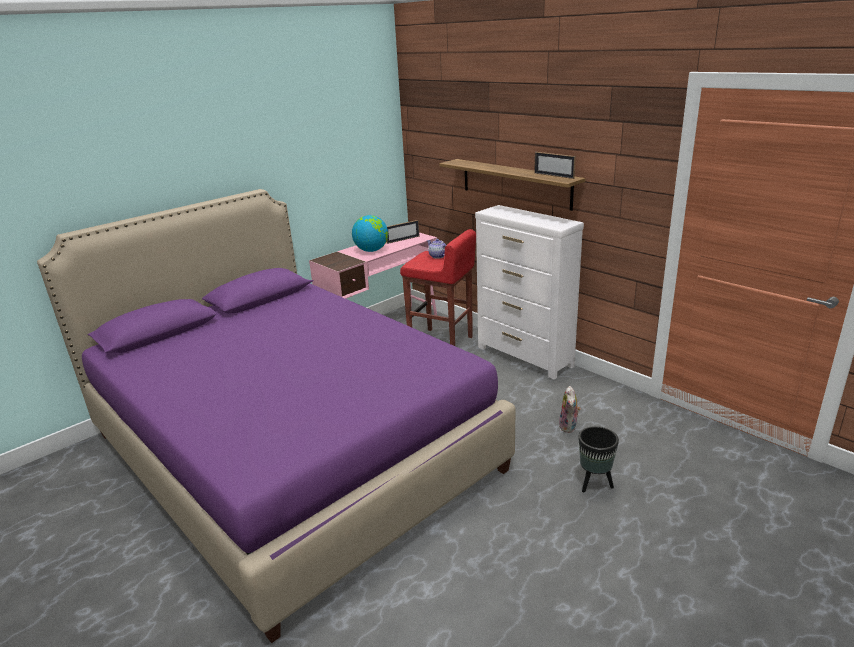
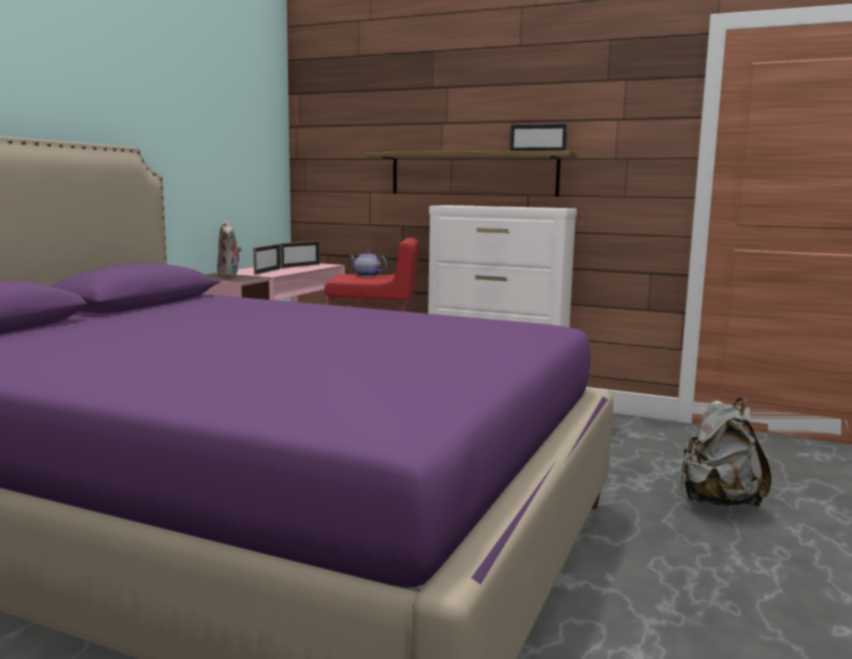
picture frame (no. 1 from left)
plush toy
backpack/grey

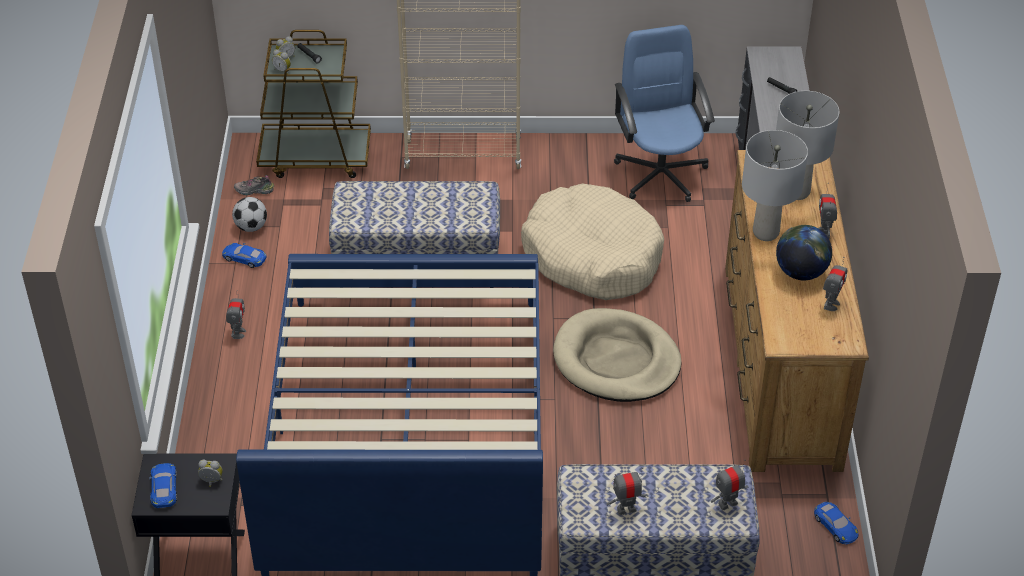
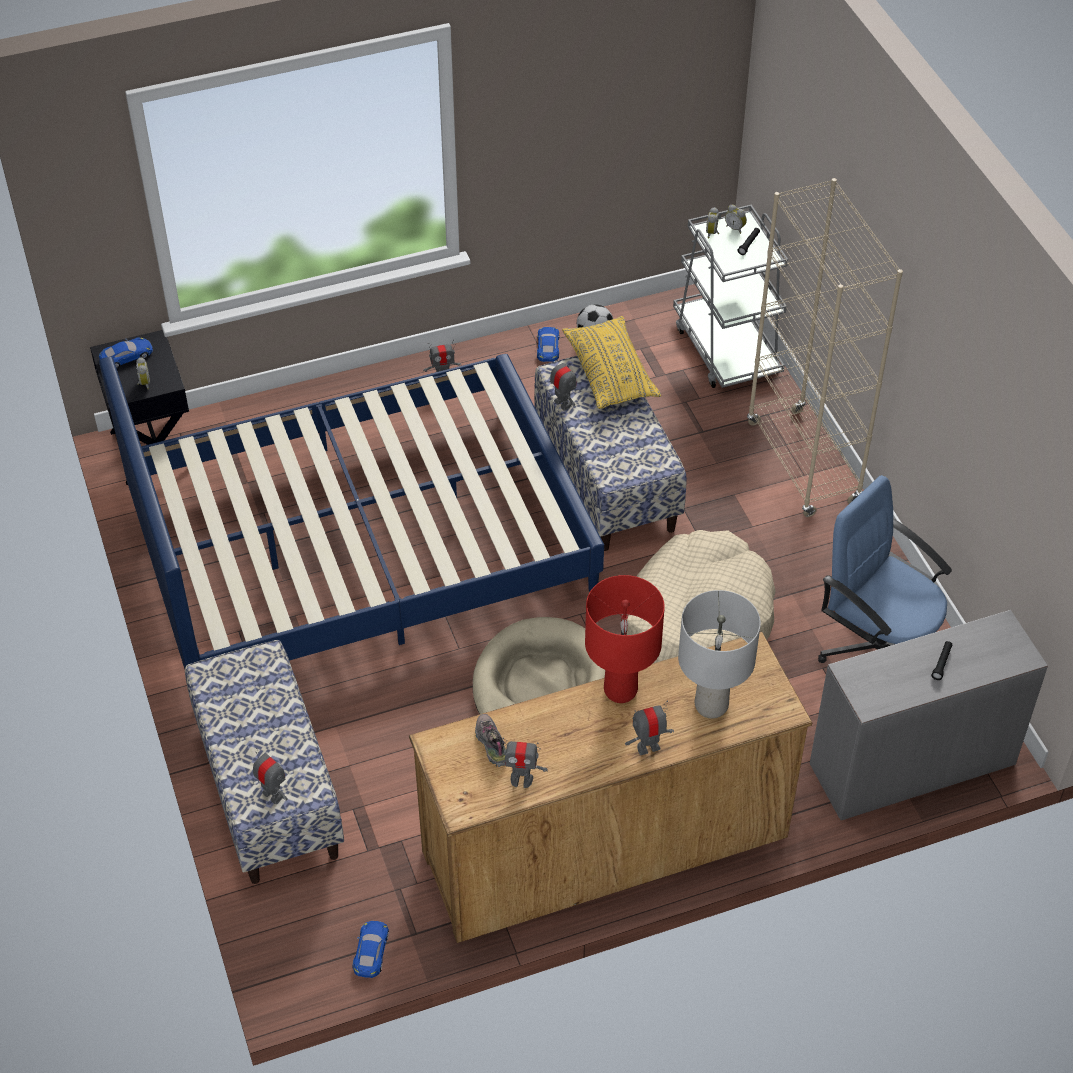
shoe
cart/grey
toy robot (no. 4 from left)
office chair/blue
table lamp/red
globe
toy car/blue (no. 2 from left)
pillow/yellow

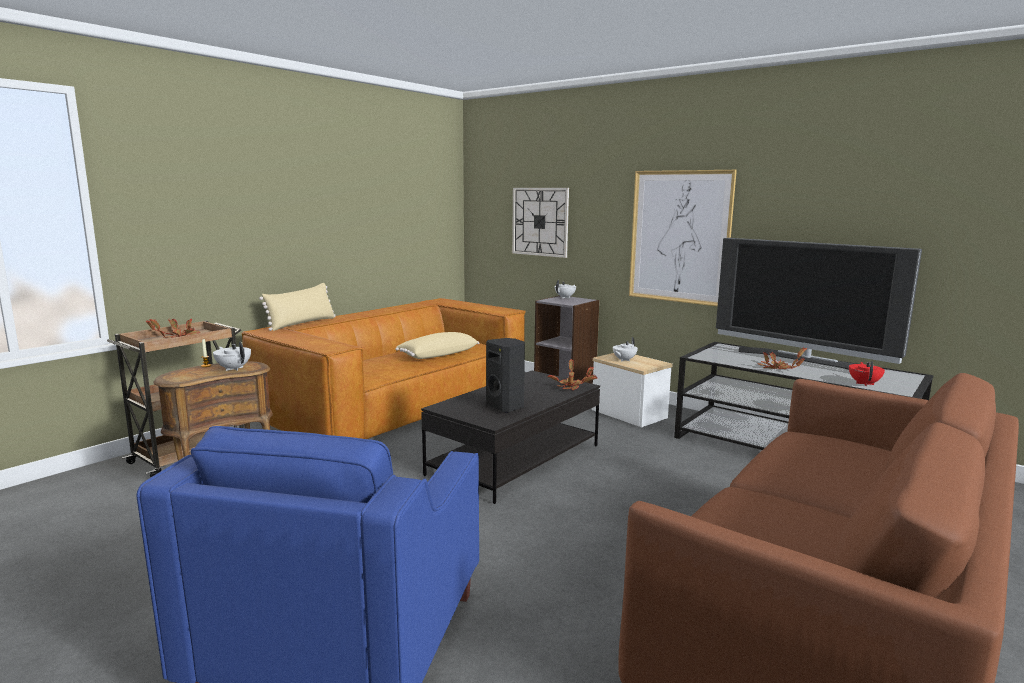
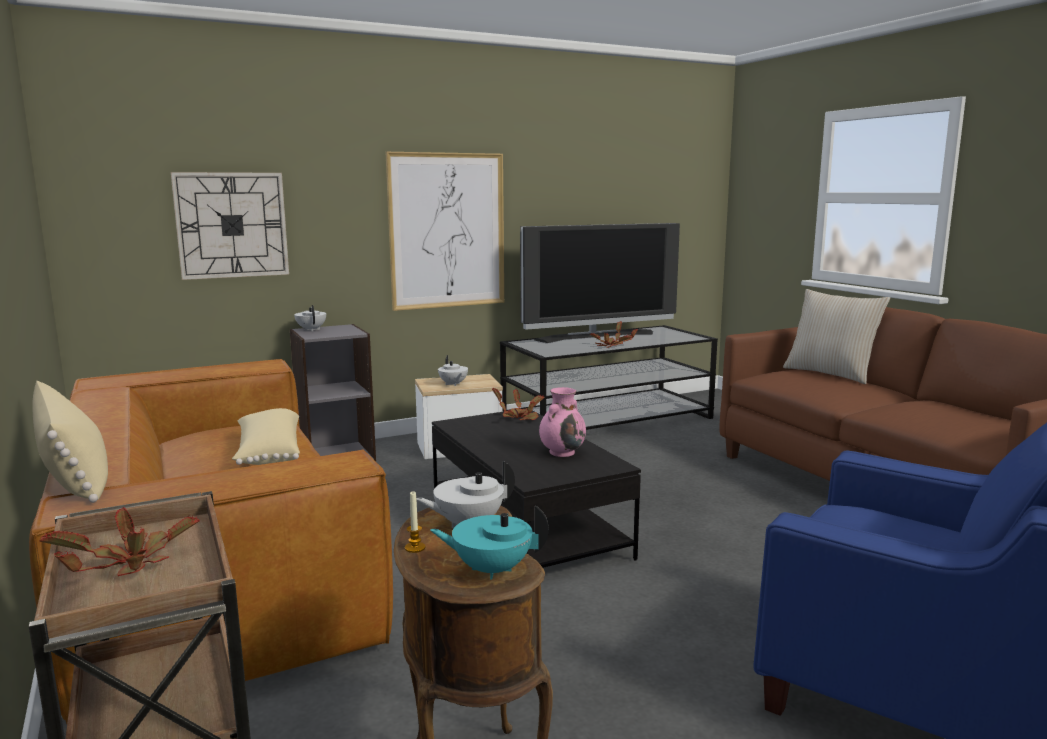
vase/pink
teapot/red
teapot/turquoise
pillow/beige (no. 3 from left)

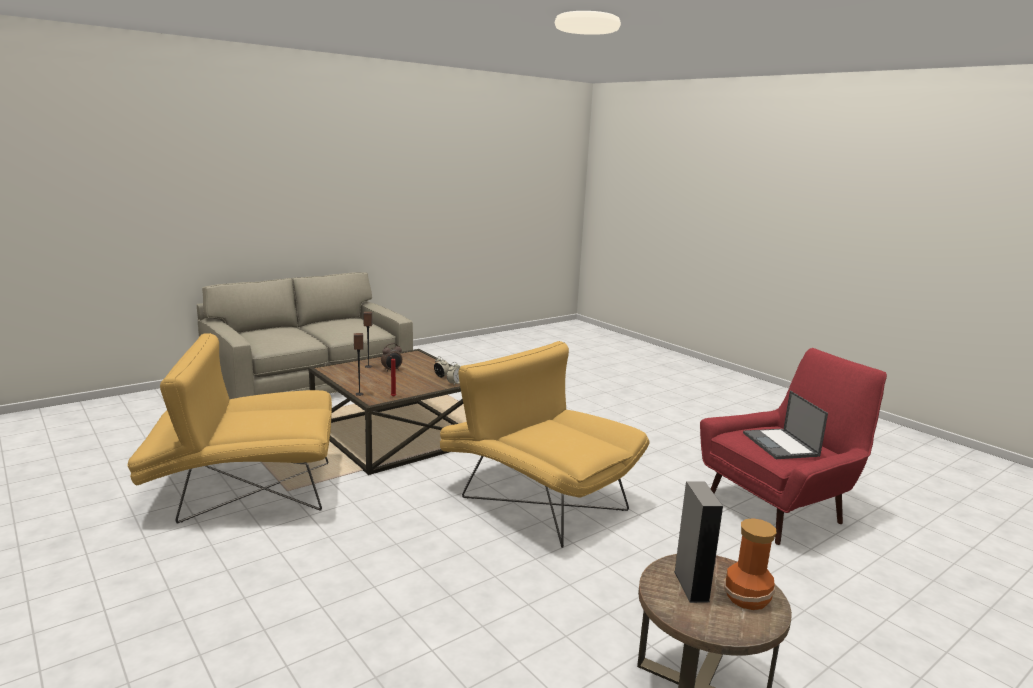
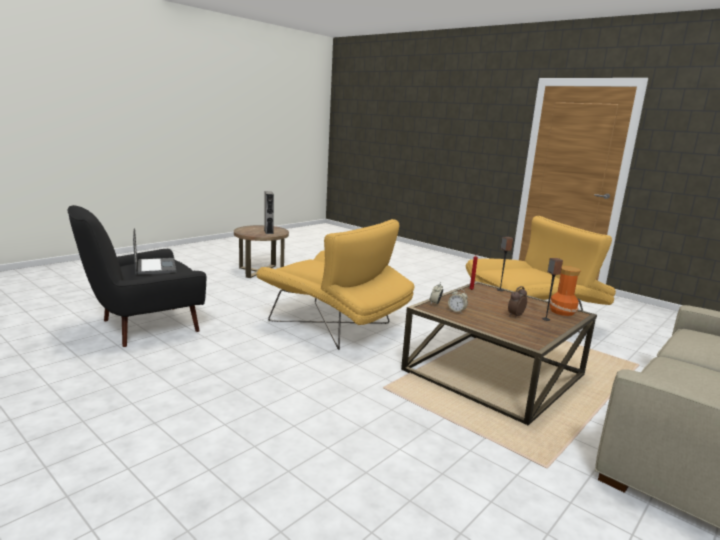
armchair/black
vase

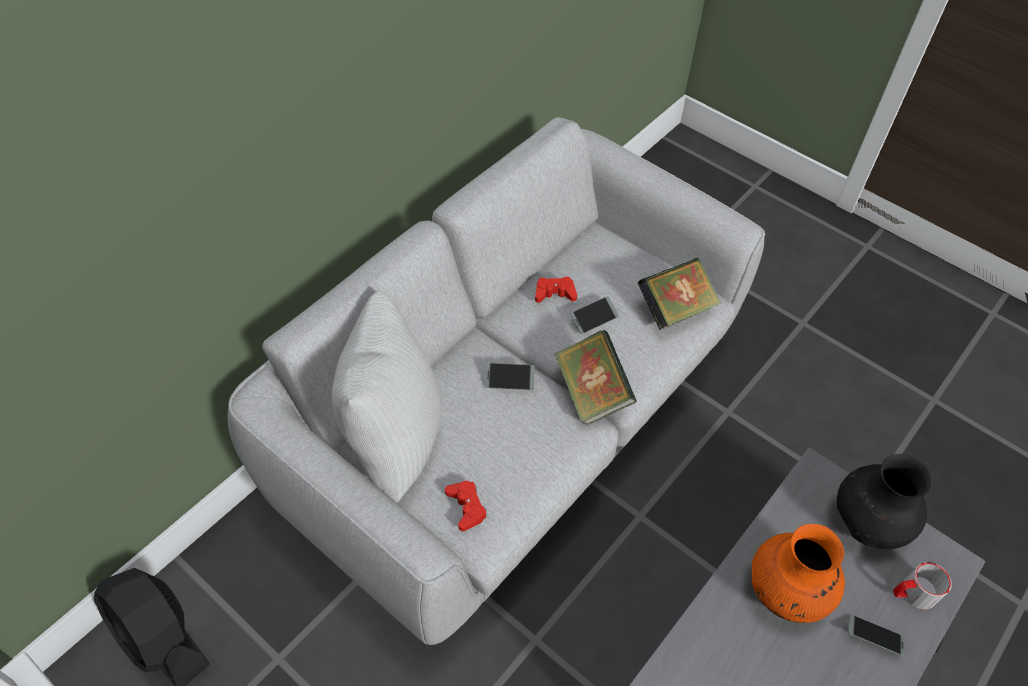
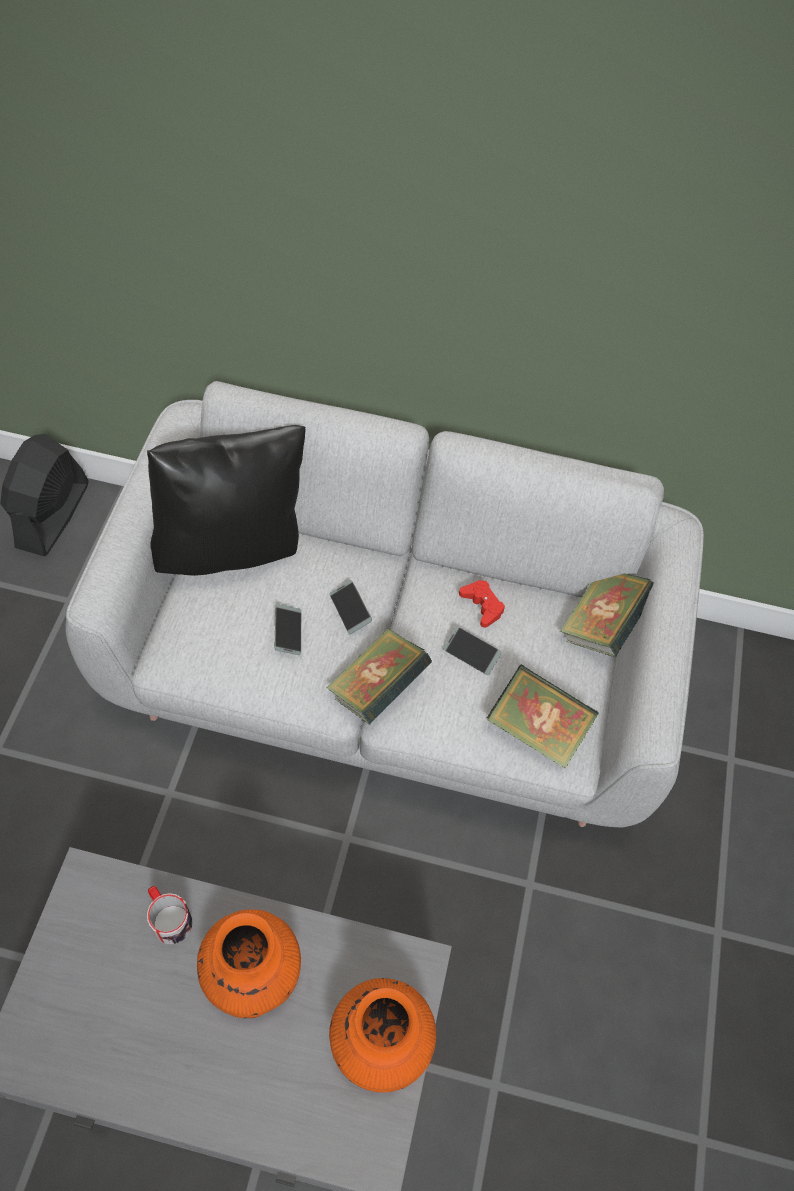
pillow/black
game controller/red (no. 1 from left in the first image)
vase/orange (no. 2 from left)
phone (no. 1 from left)
mug
book (no. 3 from left)

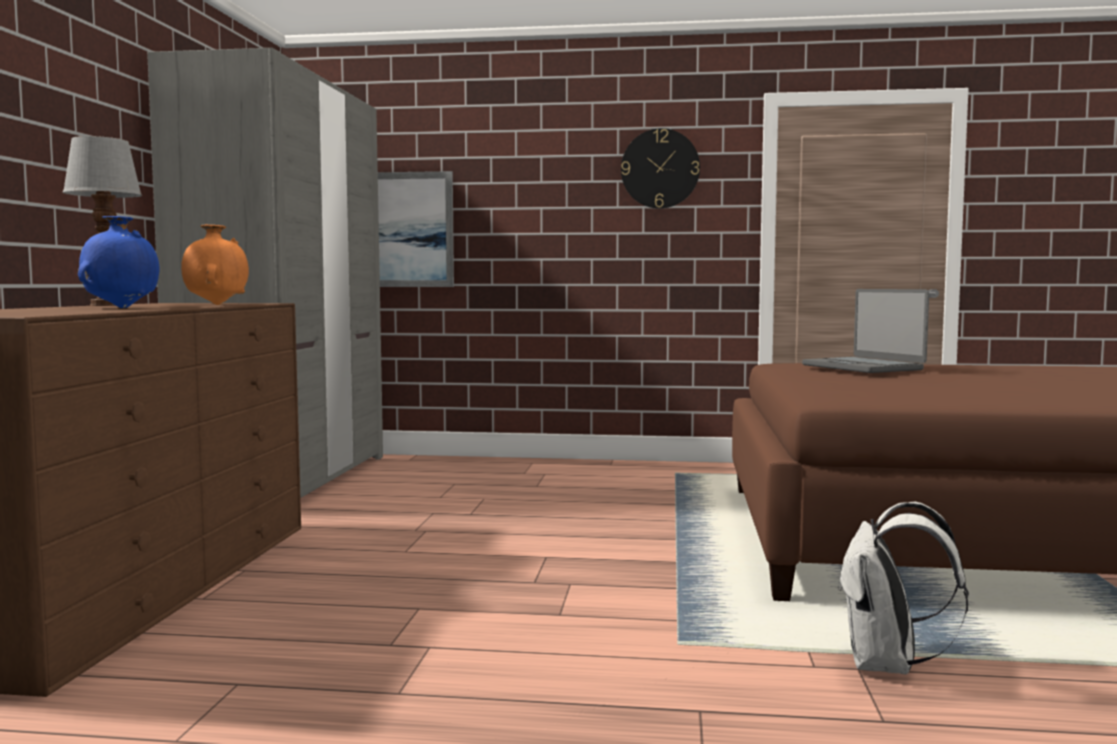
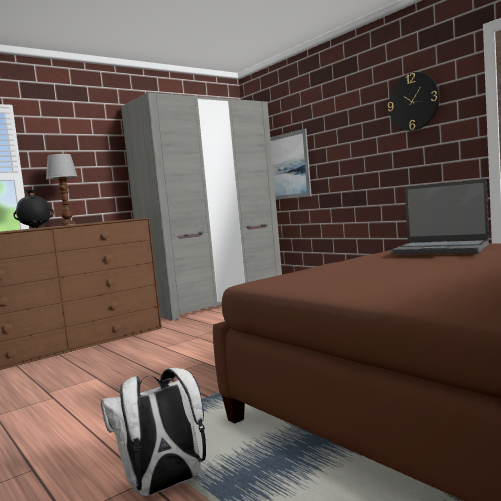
vase/black
vase/orange
laptop

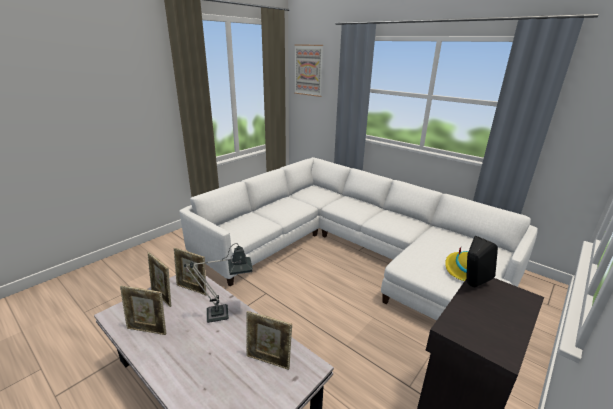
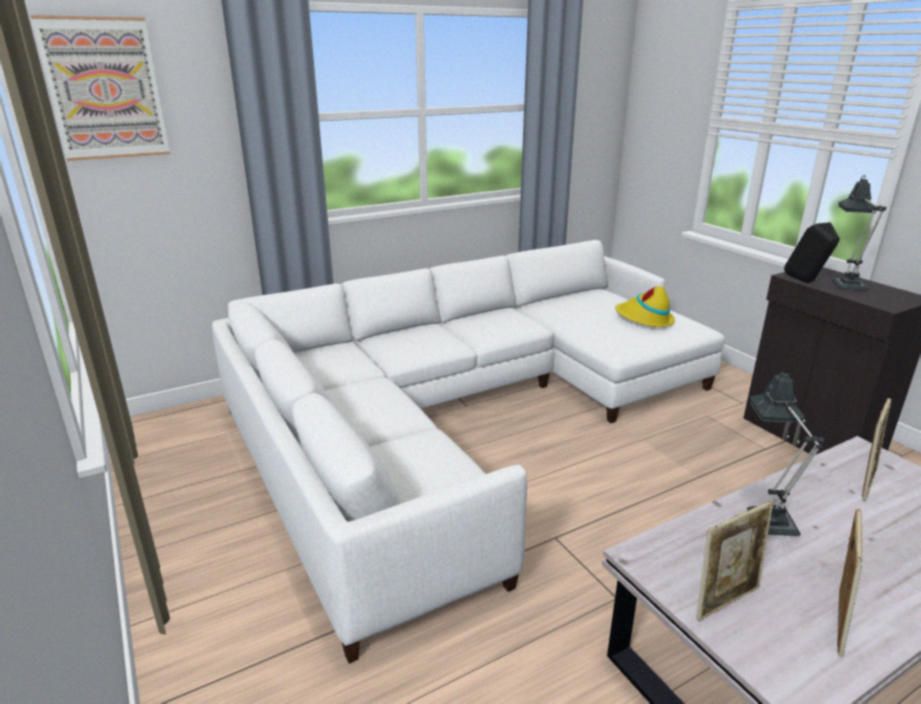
picture frame (no. 3 from left in the first image)
table lamp (no. 2 from left)

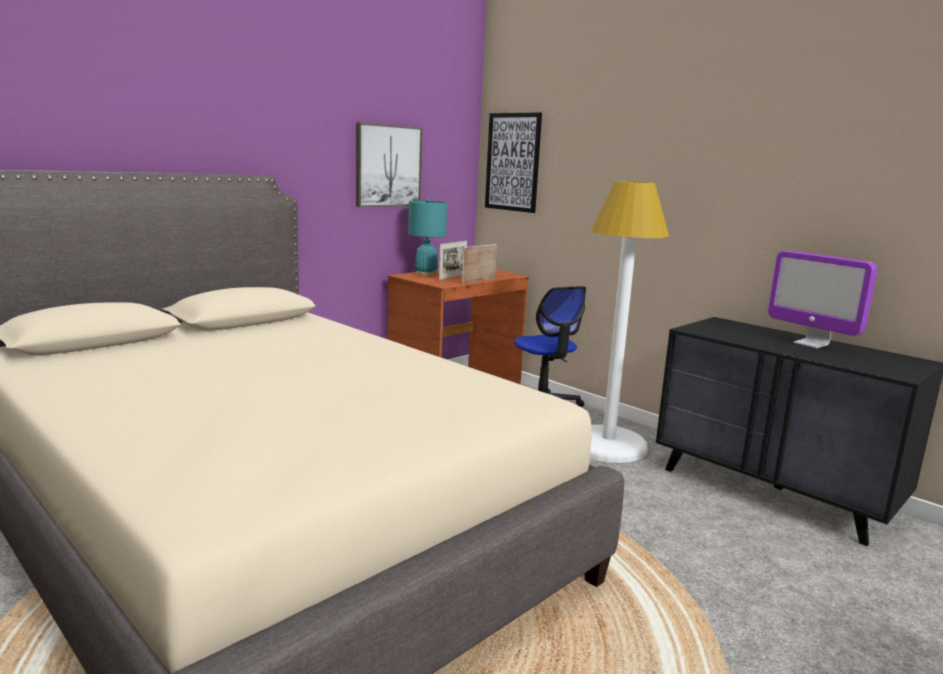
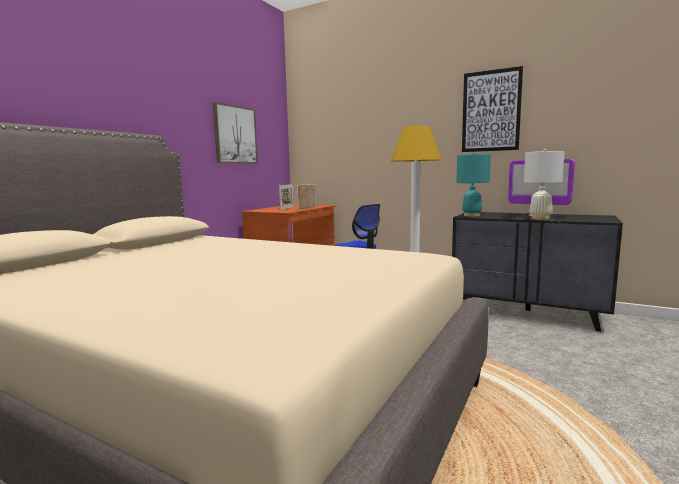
table lamp/turquoise
picture (no. 2 from left)
table lamp/white

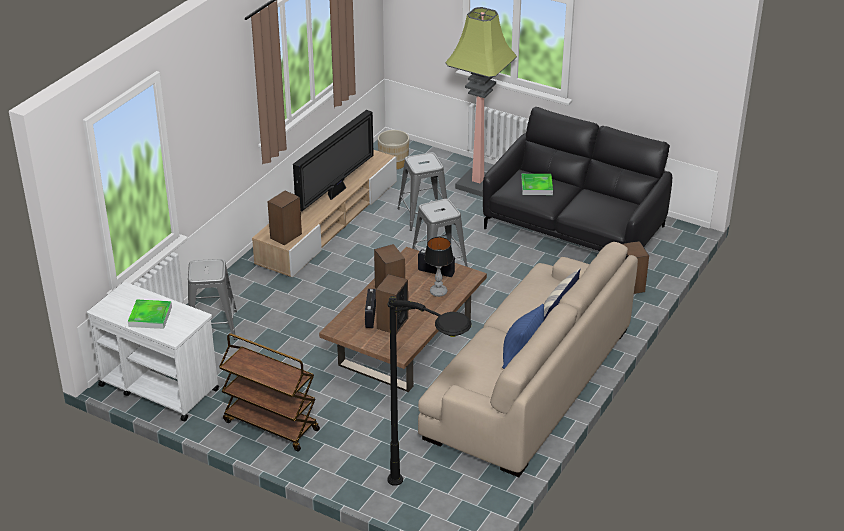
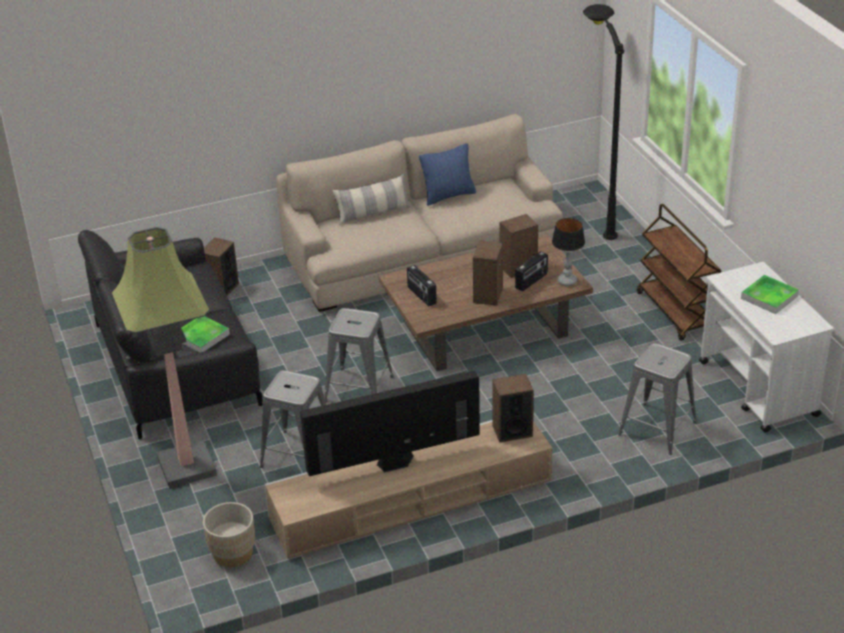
table lamp

